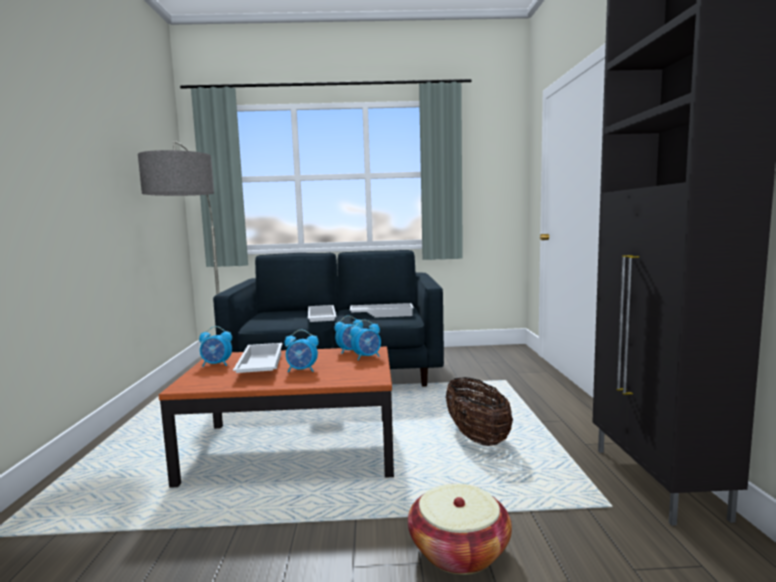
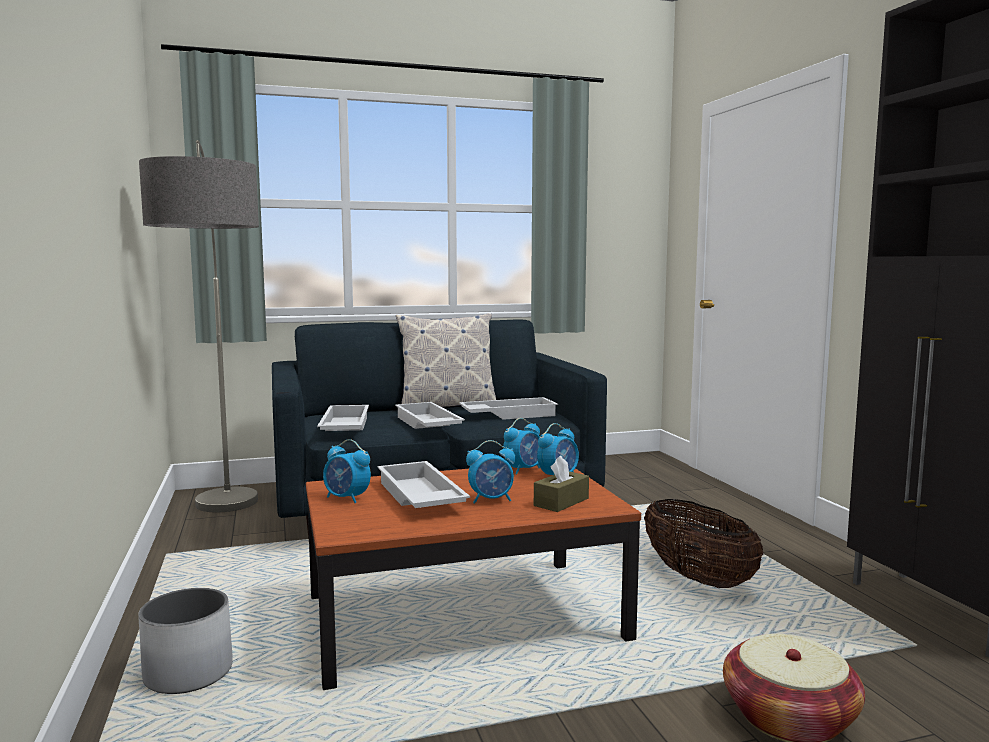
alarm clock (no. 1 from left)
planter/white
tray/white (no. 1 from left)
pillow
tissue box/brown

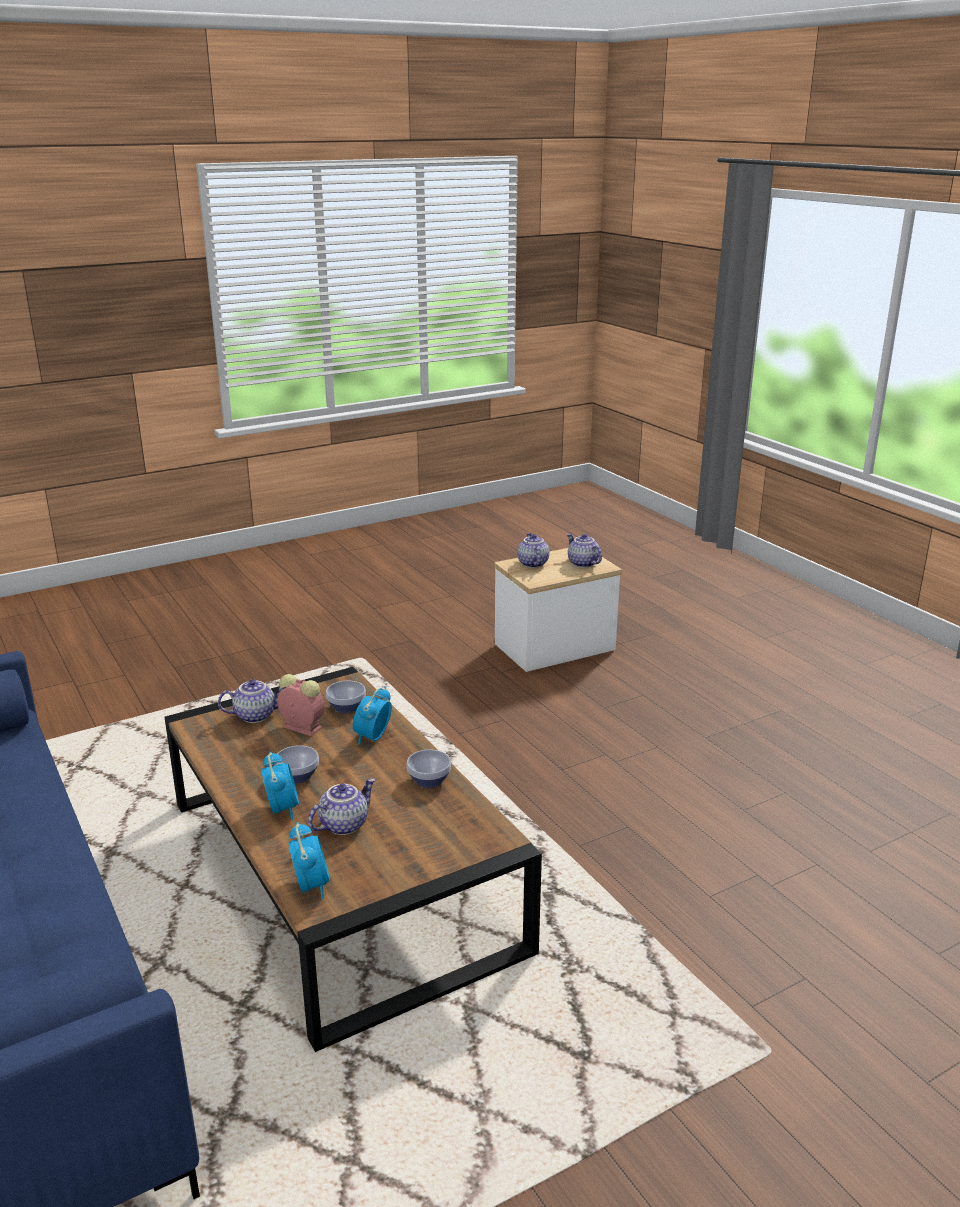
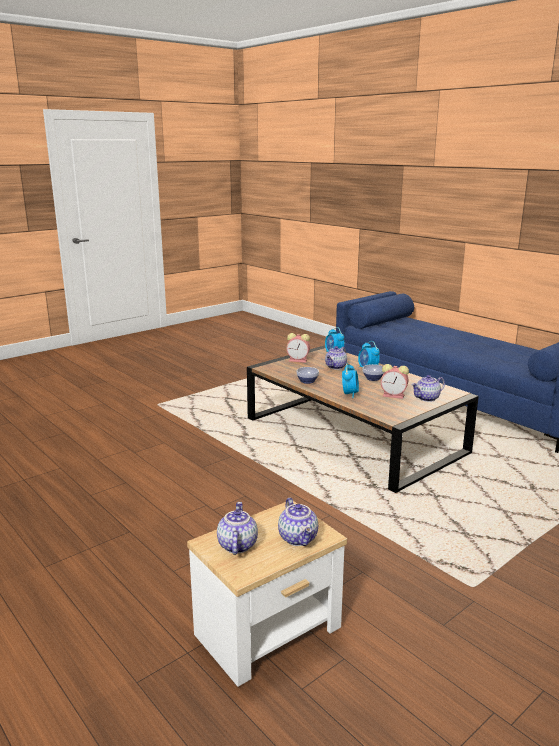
bowl (no. 2 from left in the first image)
teapot (no. 1 from left)
alarm clock (no. 1 from left)

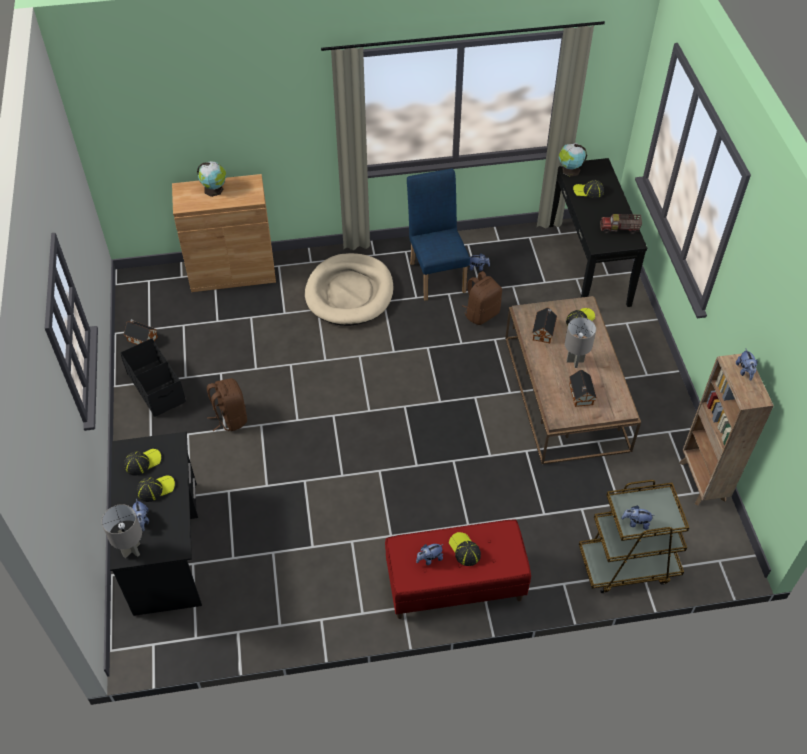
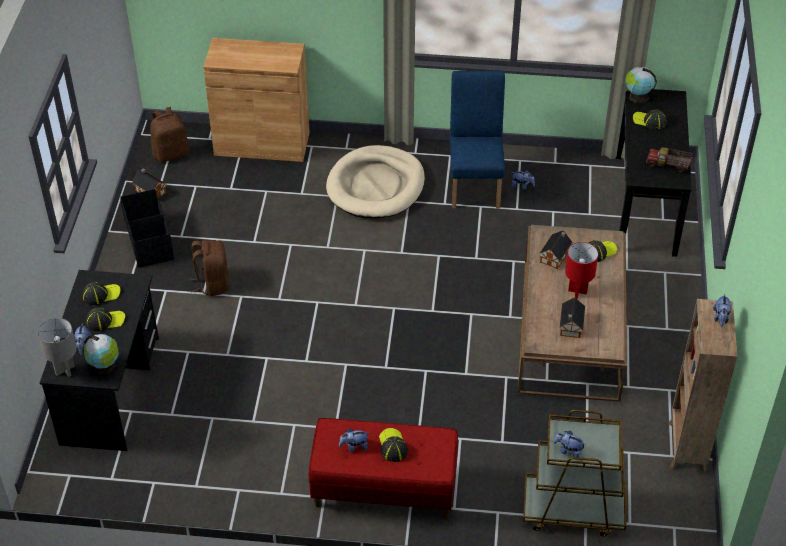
globe (no. 1 from left)
backpack/brown (no. 1 from left)
table lamp/red

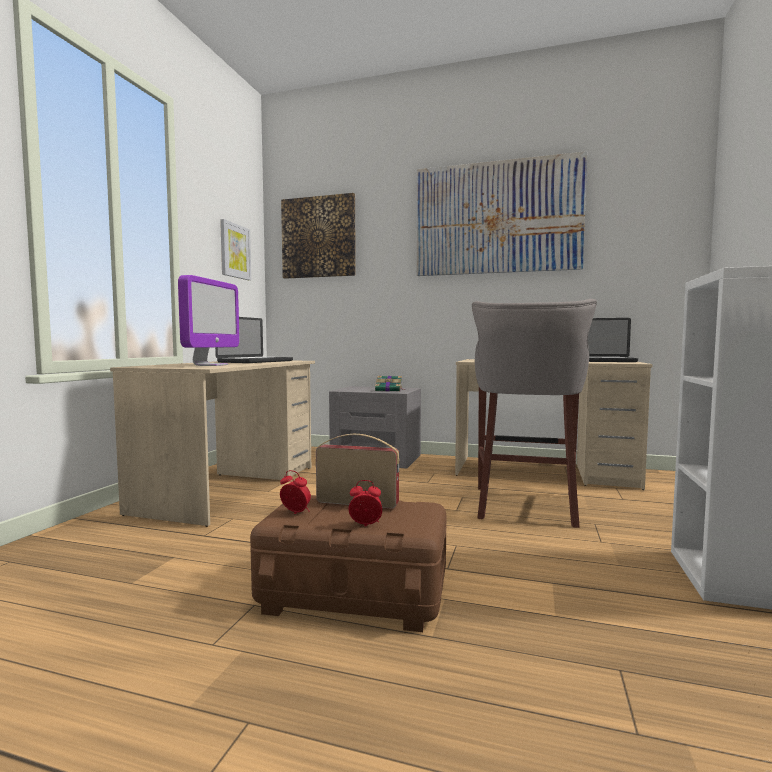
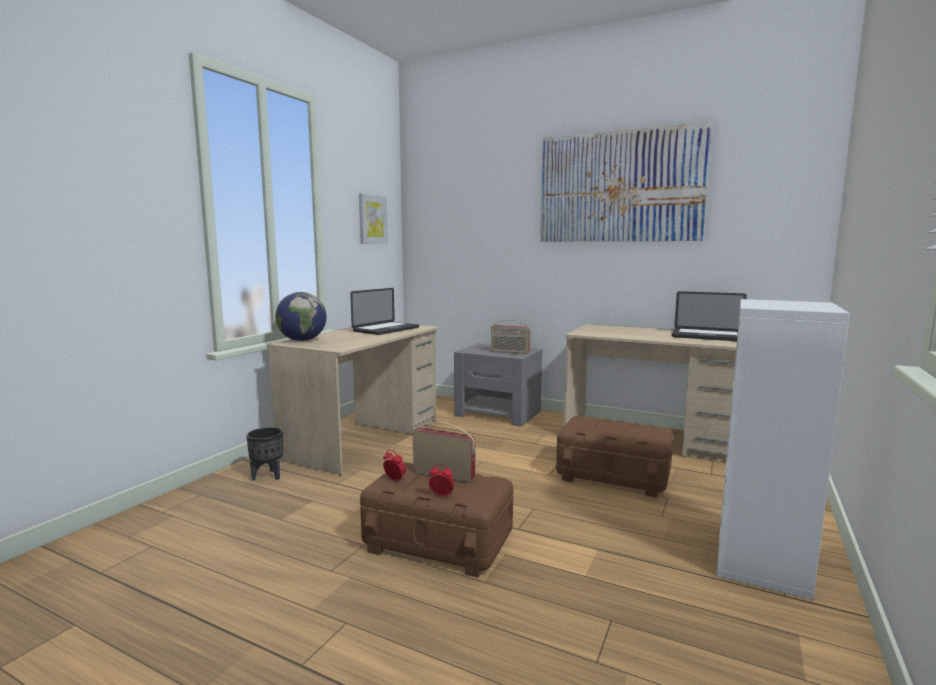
monitor
picture (no. 2 from left in the first image)
radio (no. 2 from left)
storage box/brown (no. 2 from left)
planter/black
globe

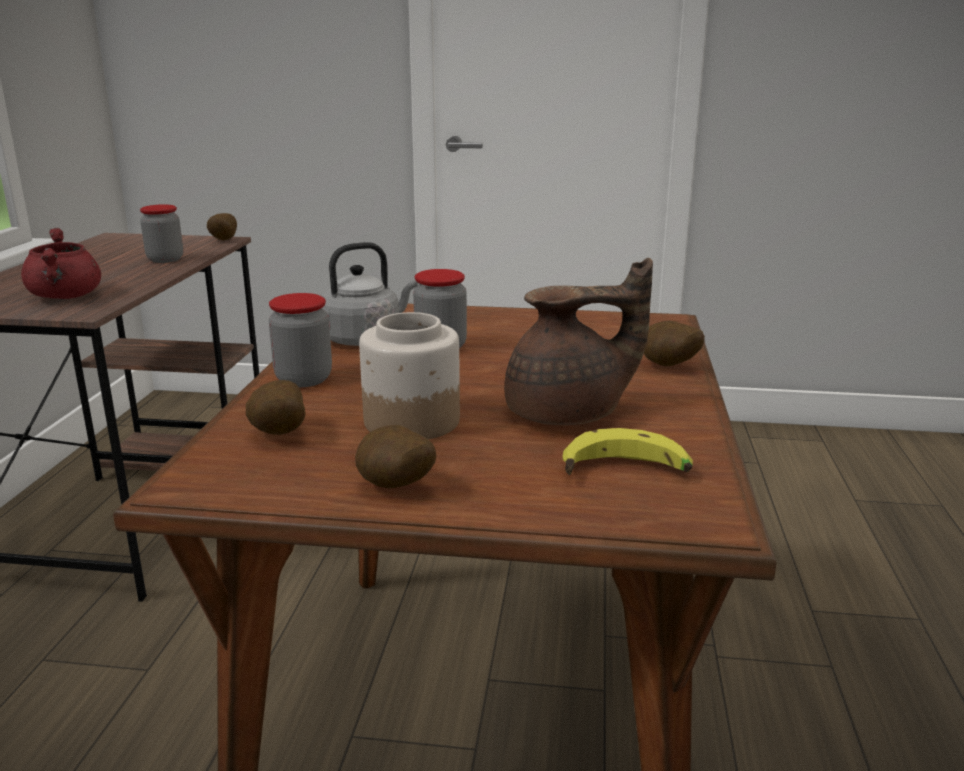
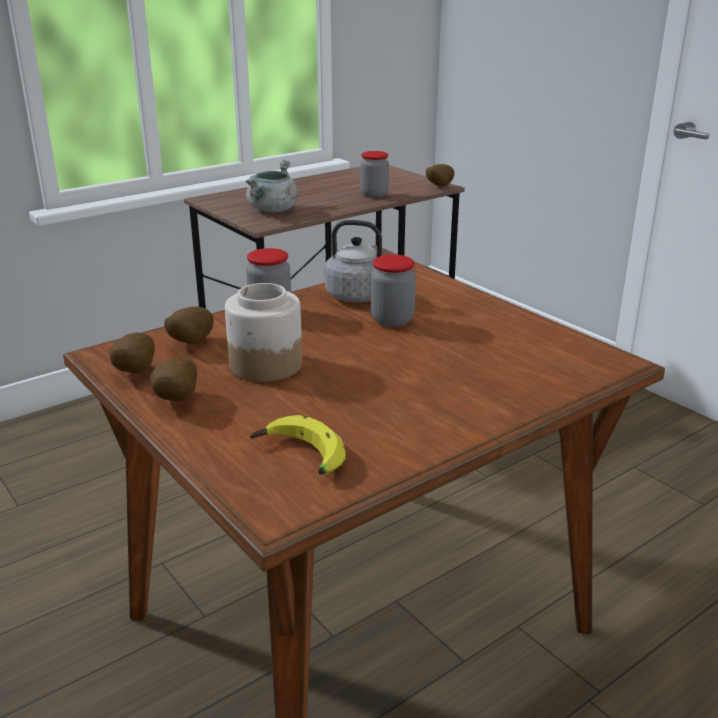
cooking pot/grey
teapot/brown
potato (no. 1 from left)

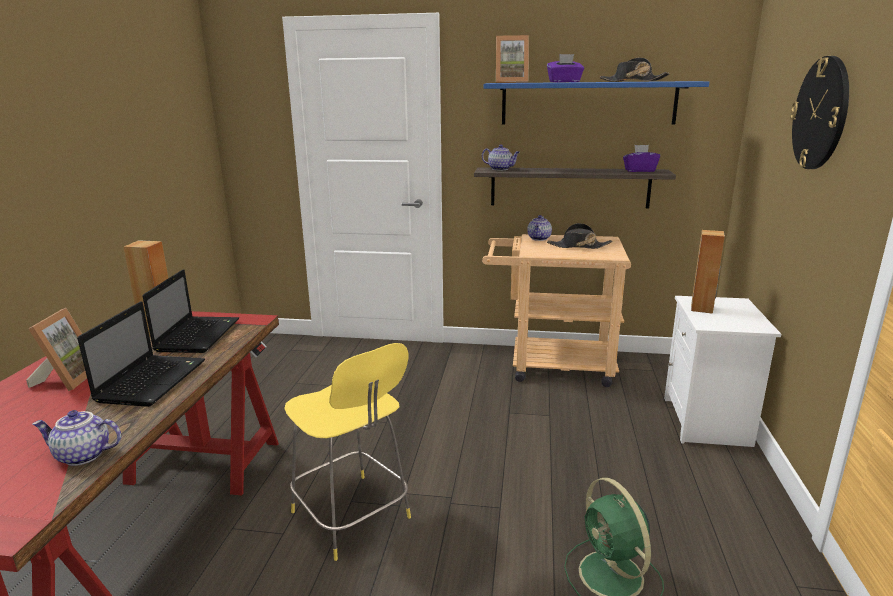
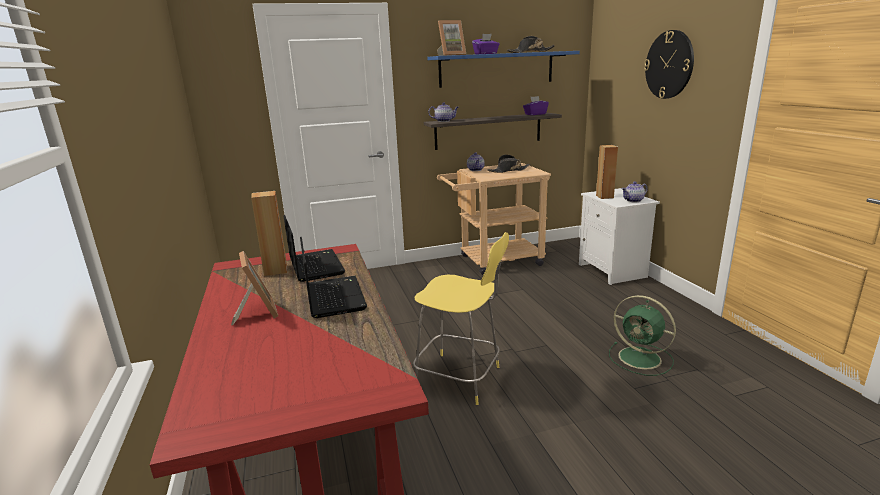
teapot (no. 3 from left)

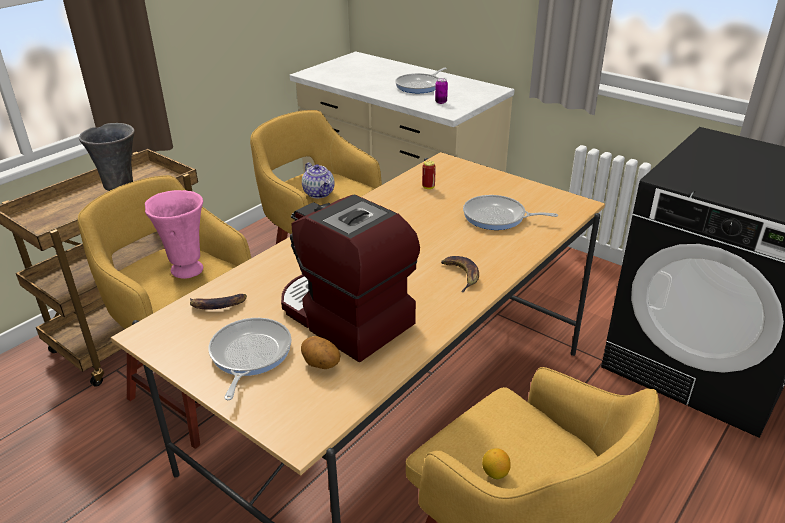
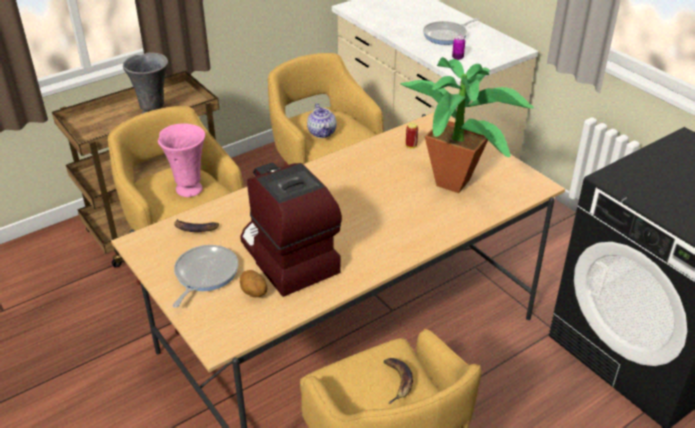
banana (no. 2 from left)
potted plant
lemon

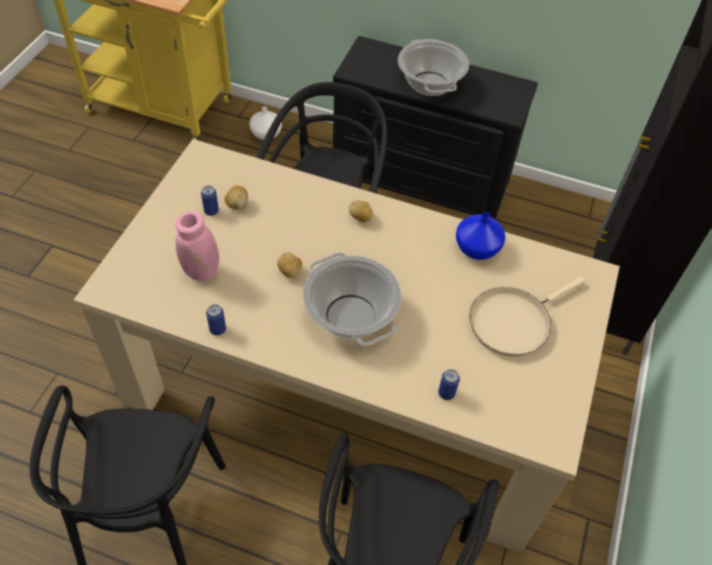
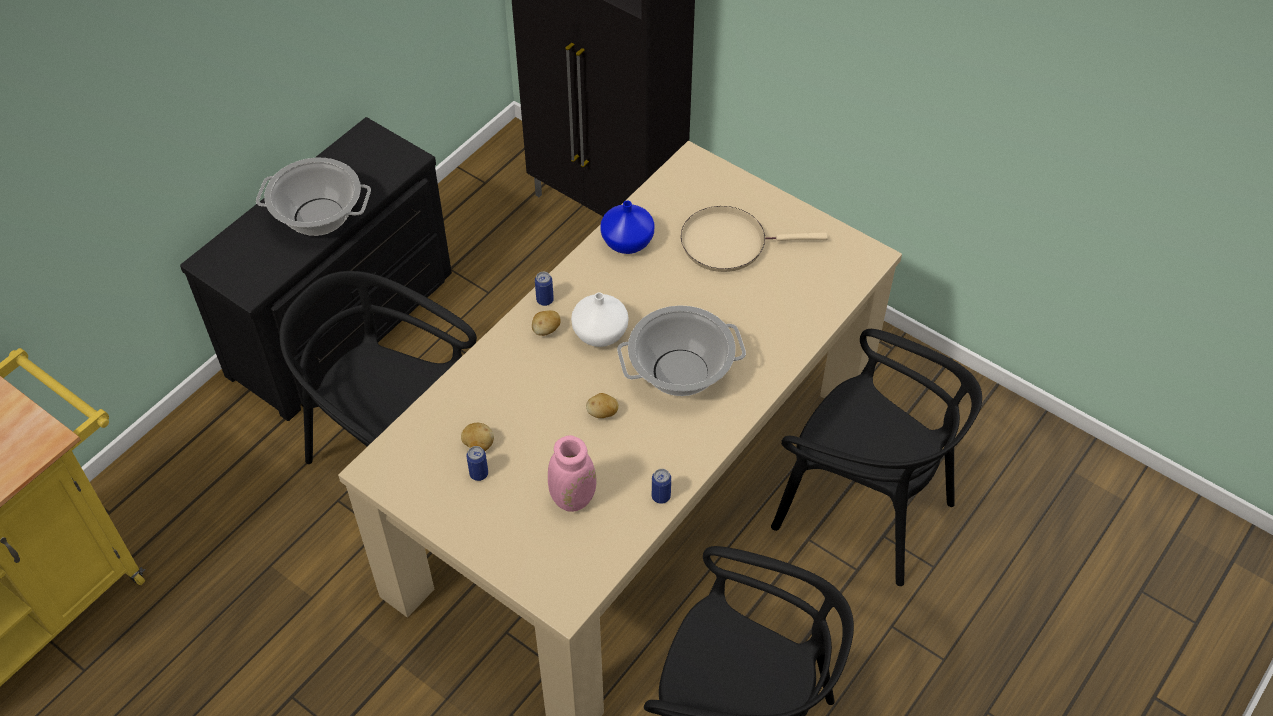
vase/white
can (no. 2 from left)
frying pan/beige

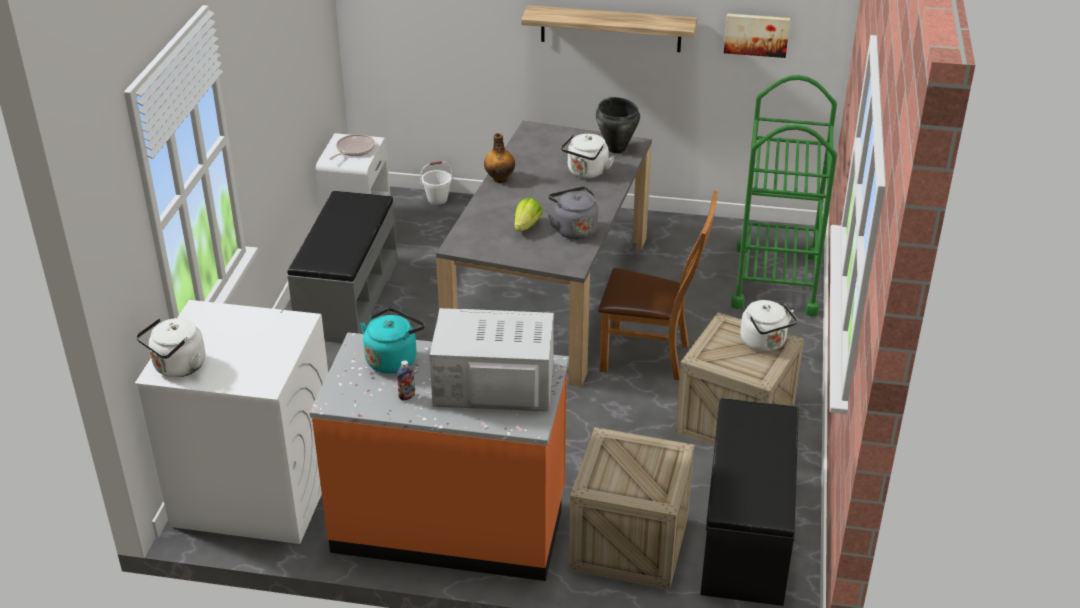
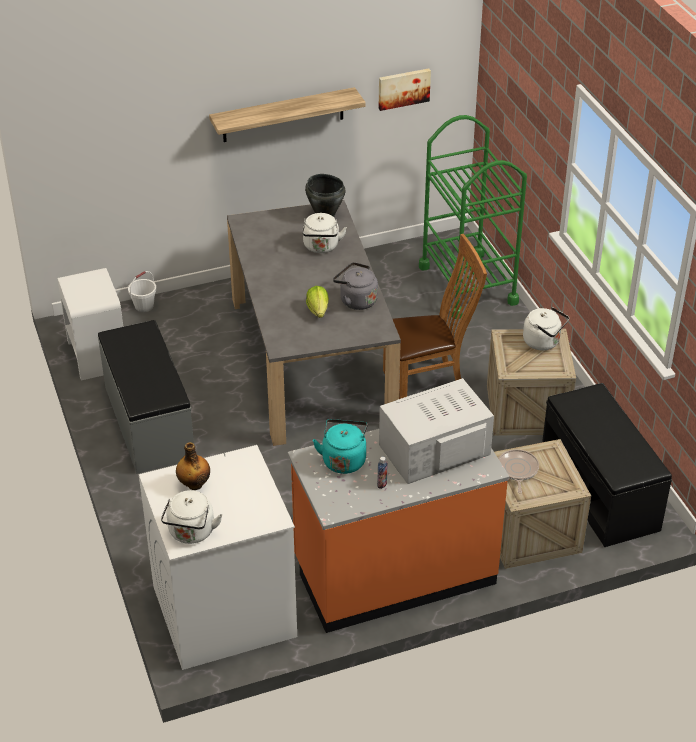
frying pan
bottle (no. 1 from left)

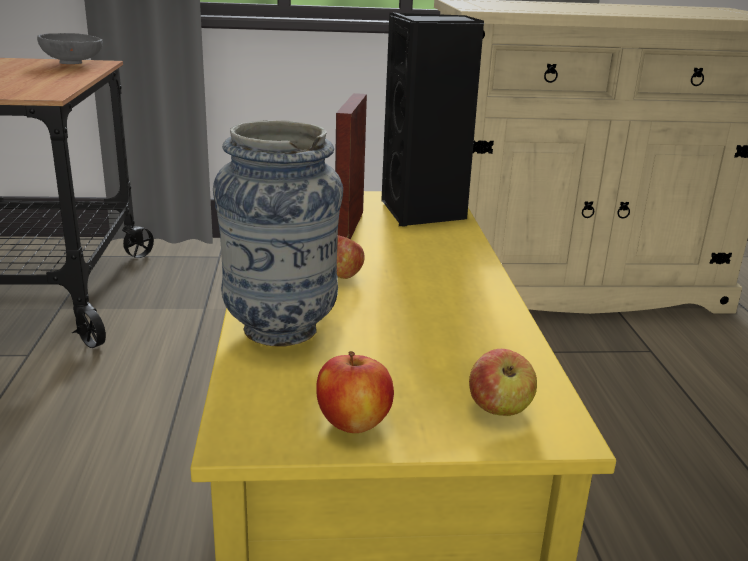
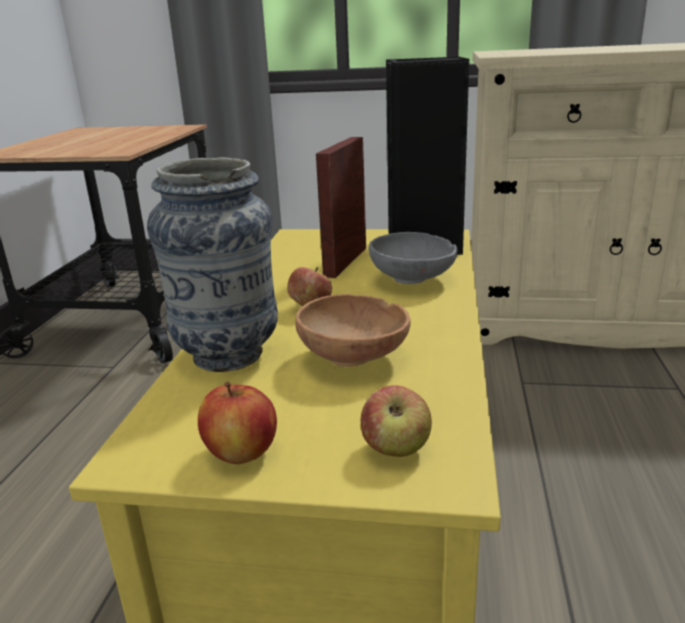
bowl/grey
bowl/brown

